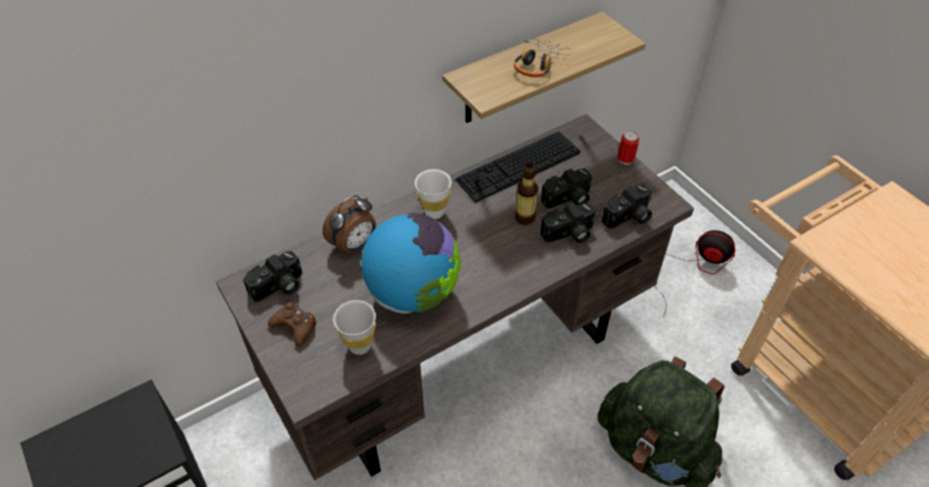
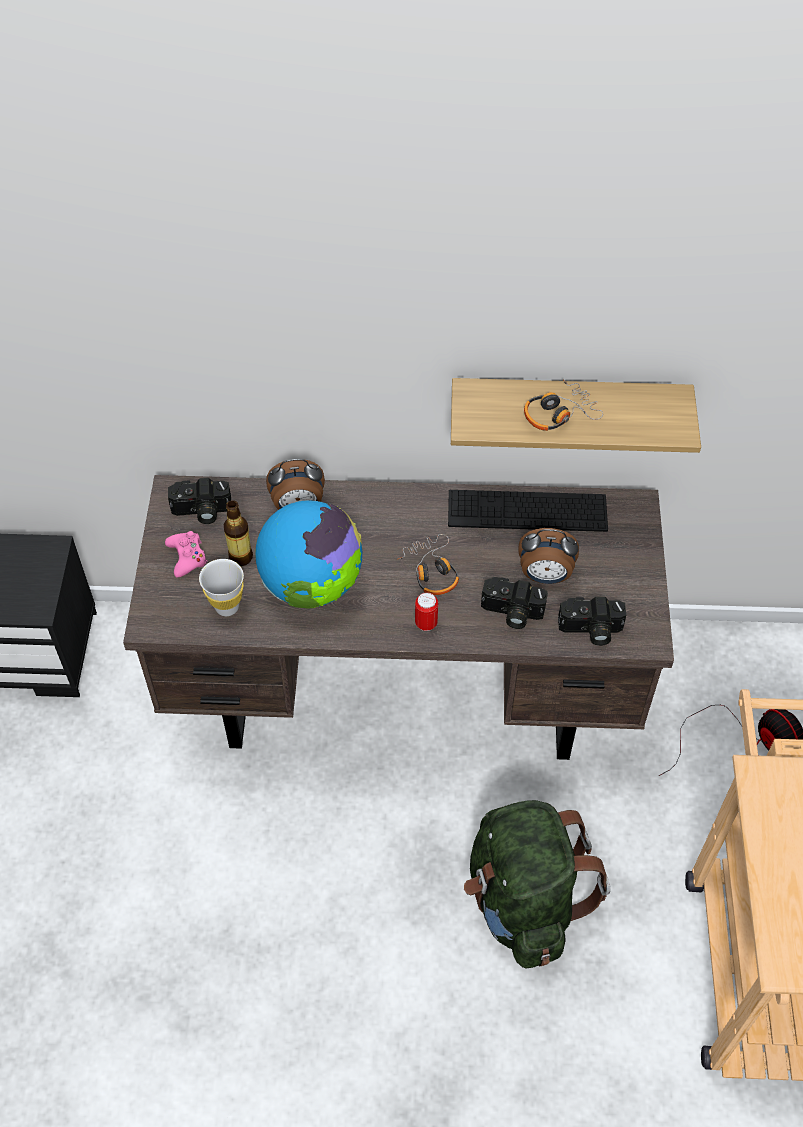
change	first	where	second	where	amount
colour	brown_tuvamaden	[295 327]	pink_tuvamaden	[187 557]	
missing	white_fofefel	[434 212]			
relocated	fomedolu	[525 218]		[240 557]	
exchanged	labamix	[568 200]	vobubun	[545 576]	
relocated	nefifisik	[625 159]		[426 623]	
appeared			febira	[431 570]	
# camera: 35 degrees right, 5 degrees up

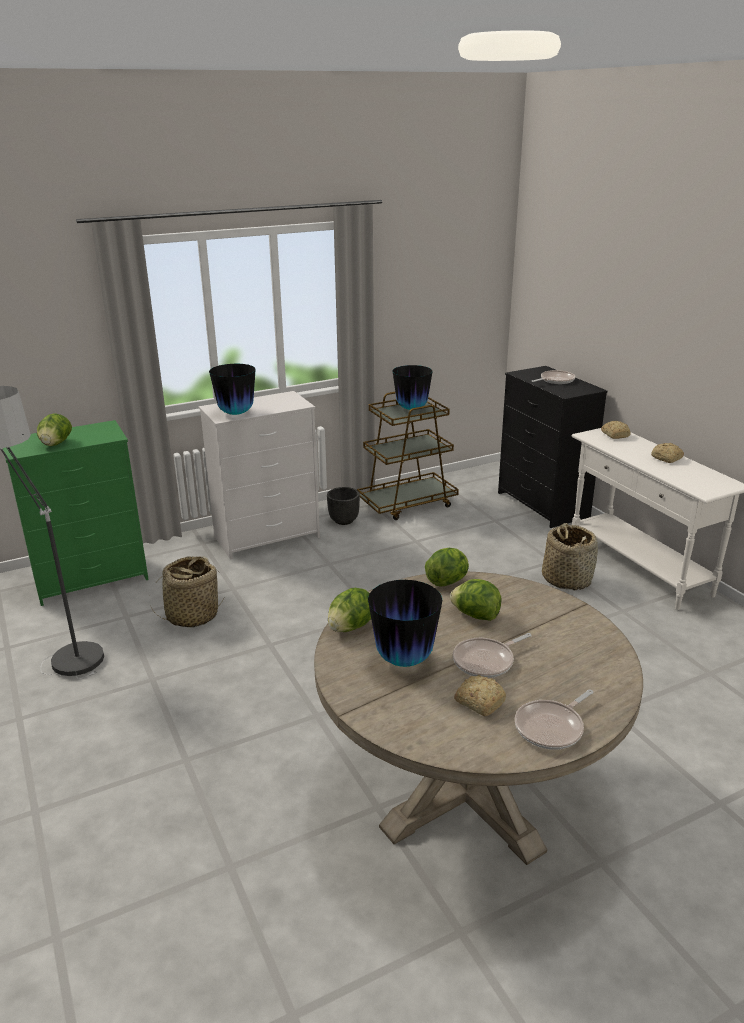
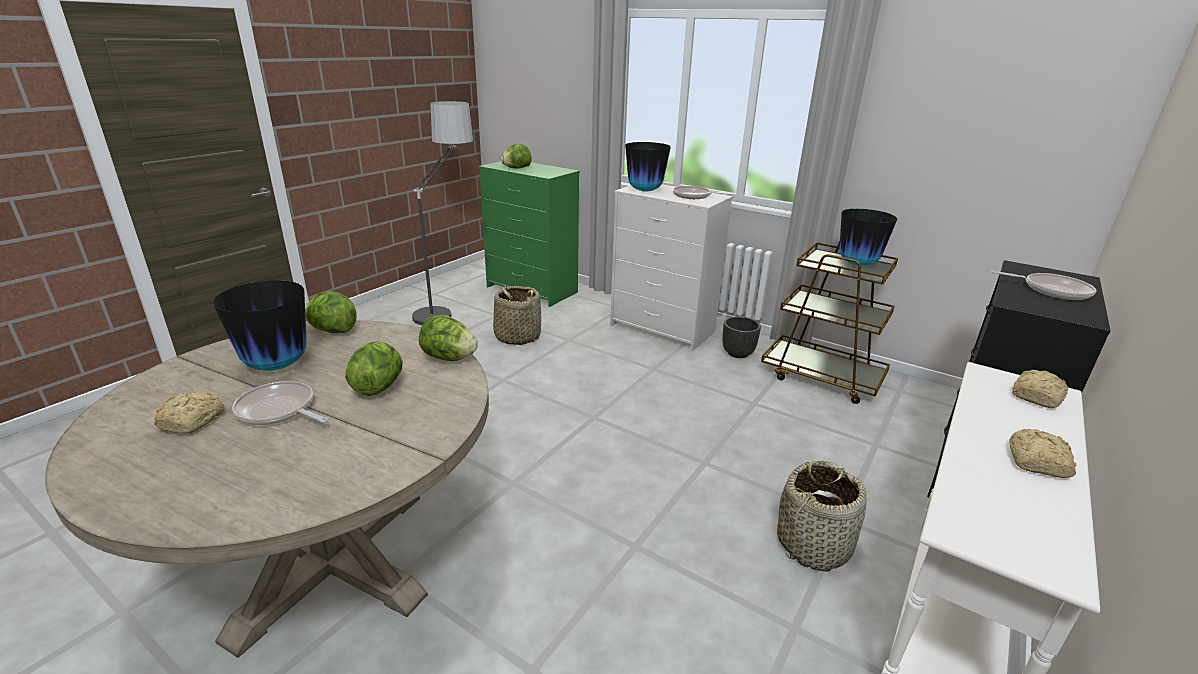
change	first	where	second	where	amount
relocated	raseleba	[551 727]		[694 196]	
# camera: 60 degrees right, 0 degrees up

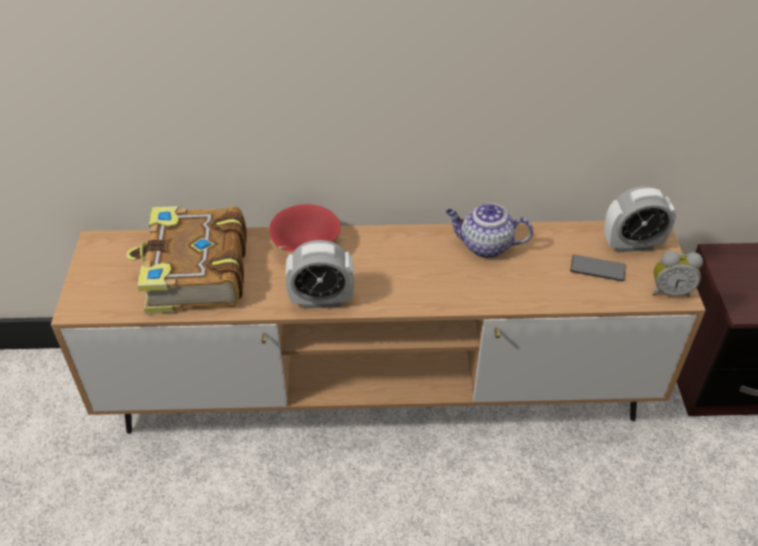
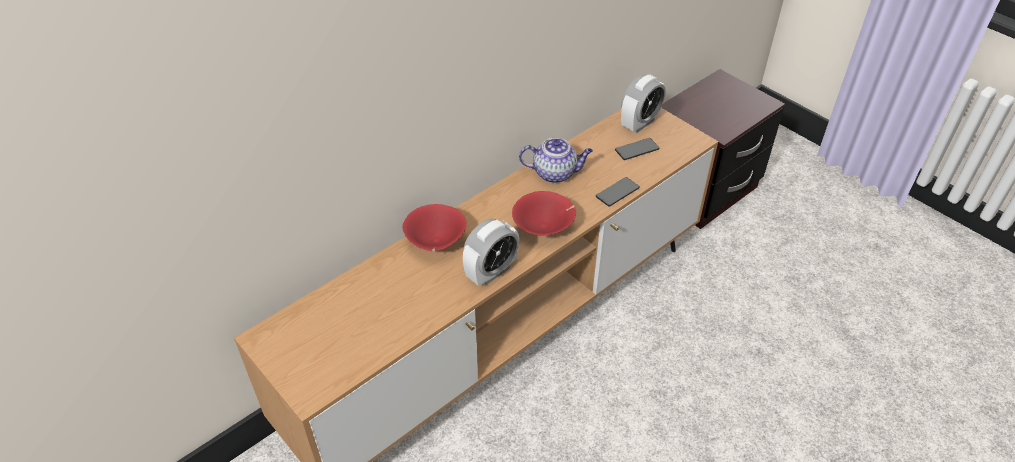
change	first	where	second	where	amount
missing	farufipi	[195 273]			
spun	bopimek	[485 246]		[555 173]	150 degrees counterclockwise
missing	vobubun	[669 291]			
appeared			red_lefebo	[544 229]	
appeared			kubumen	[617 192]	
# camera: 40 degrees left, 0 degrees up

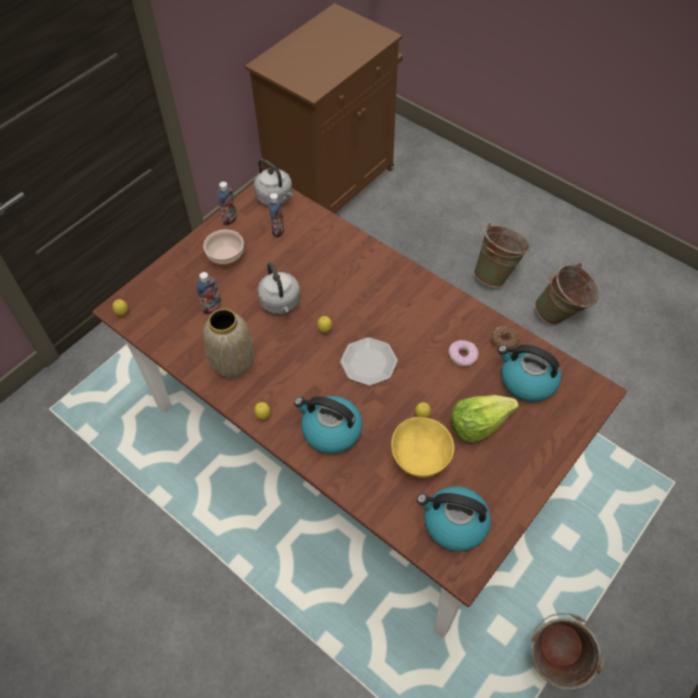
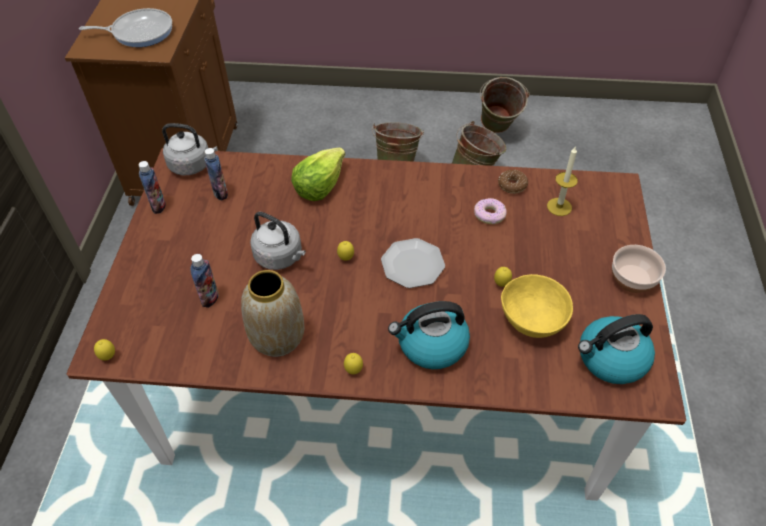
change	first	where	second	where	amount
relocated	lefebo	[225 257]		[632 279]	
relocated	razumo	[478 423]		[319 185]	
exchanged	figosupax	[527 381]	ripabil	[559 207]	
relocated	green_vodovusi	[553 662]		[497 131]	
appeared			raseleba	[139 32]	
# camera: 35 degrees left, 5 degrees down

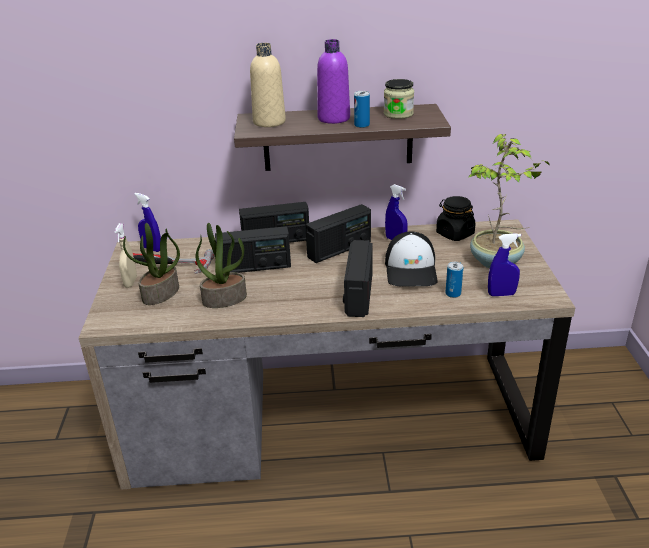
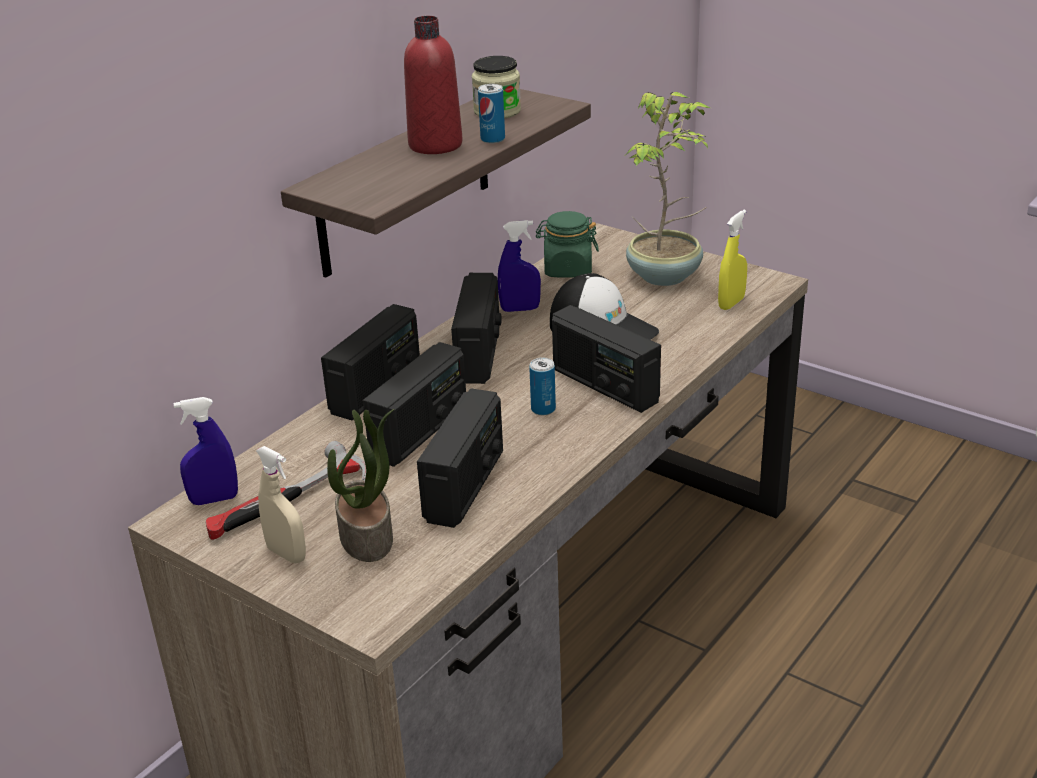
change	first	where	second	where	amount
exchanged	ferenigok	[225 298]	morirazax	[465 486]	
missing	beige_fomedolu	[269 122]			
colour	purple_fomedolu	[333 118]	red_fomedolu	[435 145]	
colour	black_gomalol	[454 234]	green_gomalol	[567 269]	
relocated	nefifisik	[453 293]		[543 409]	
colour	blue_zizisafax	[501 294]	yellow_zizisafax	[731 303]	
# camera: 50 degrees left, 0 degrees up

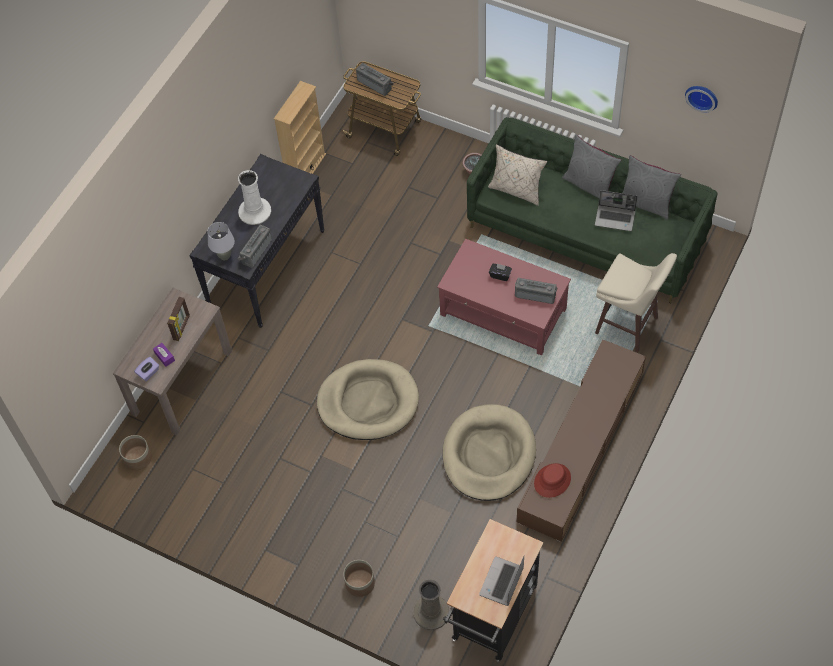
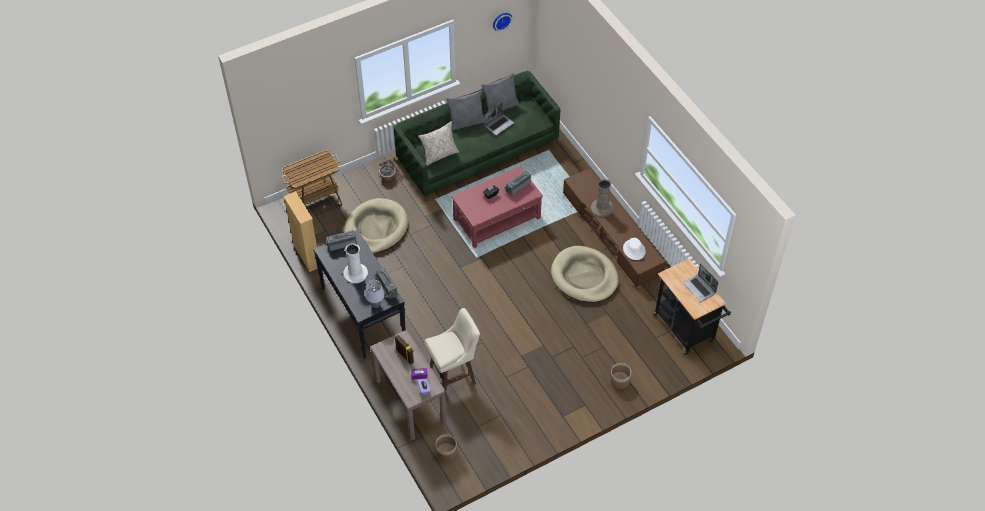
change	first	where	second	where	amount
relocated	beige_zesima	[368 402]		[376 228]	
relocated	morirazax	[375 84]		[341 243]	
relocated	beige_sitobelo	[431 613]		[602 208]	
colour	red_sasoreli	[552 480]	white_sasoreli	[634 250]	
relocated	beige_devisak	[628 326]		[454 377]	
# camera: 60 degrees left, 5 degrees down

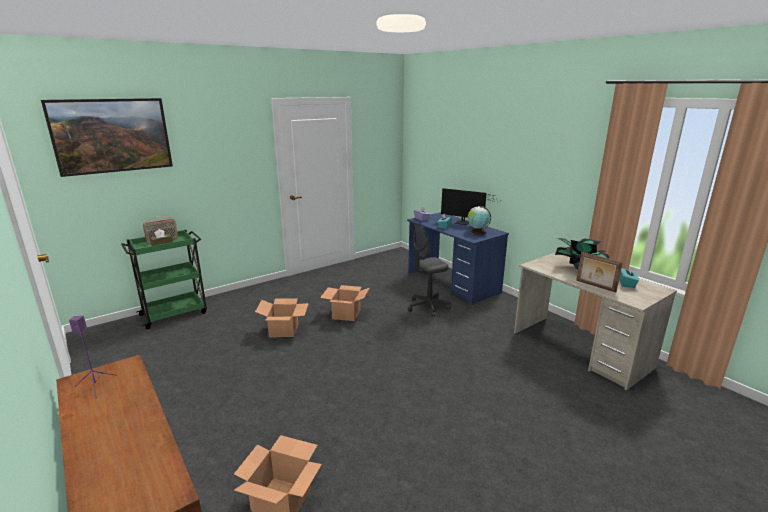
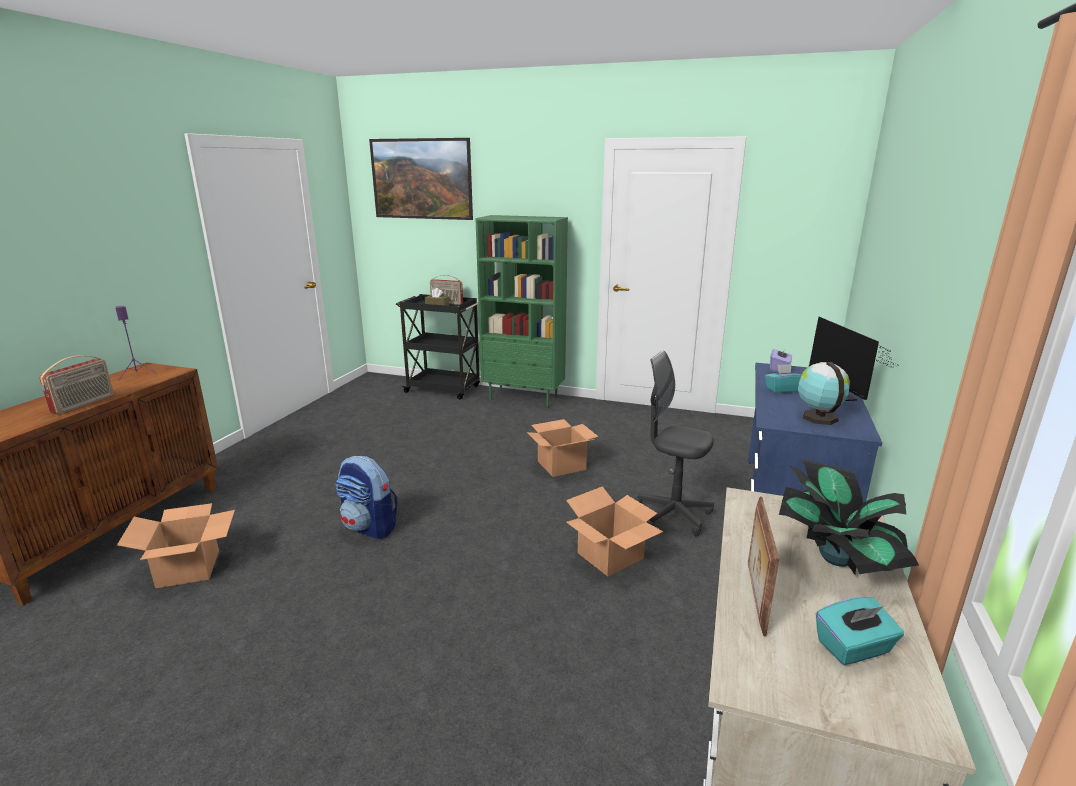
change	first	where	second	where	amount
colour	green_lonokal	[175 313]	black_lonokal	[444 389]	
relocated	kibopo	[283 330]		[610 555]	
appeared			morirazax	[84 404]	
appeared			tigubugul	[370 527]	
appeared			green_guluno	[524 398]	
# camera: 55 degrees right, 0 degrees up

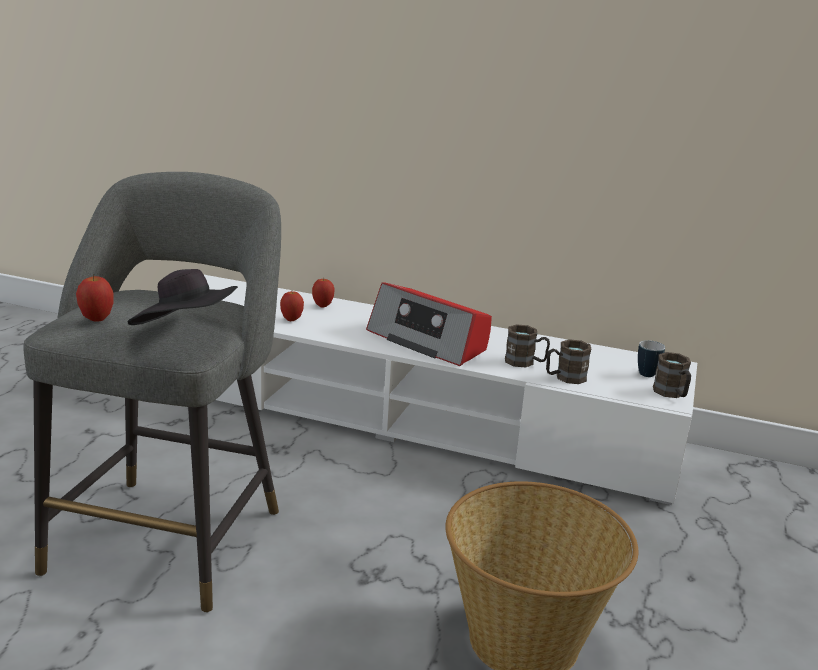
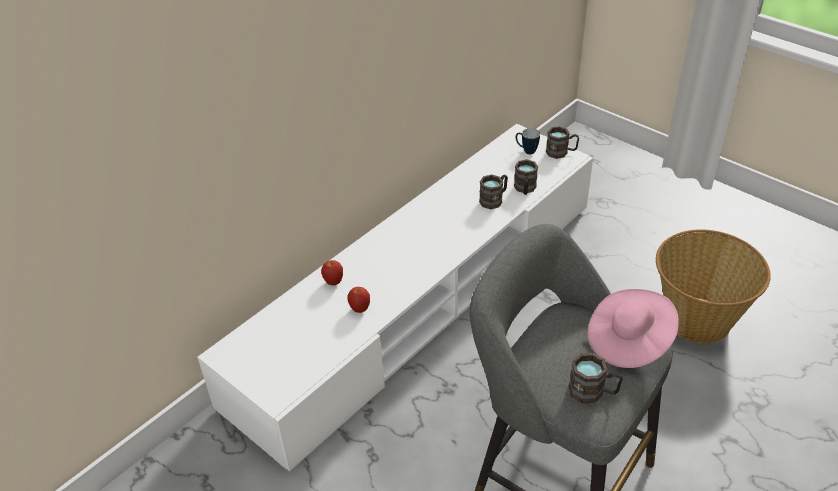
change	first	where	second	where	amount
exchanged	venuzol	[96 319]	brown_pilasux	[593 392]	
colour	black_sasoreli	[186 332]	pink_sasoreli	[629 341]	
missing	morirazax	[428 341]			
# camera: 65 degrees left, 20 degrees up

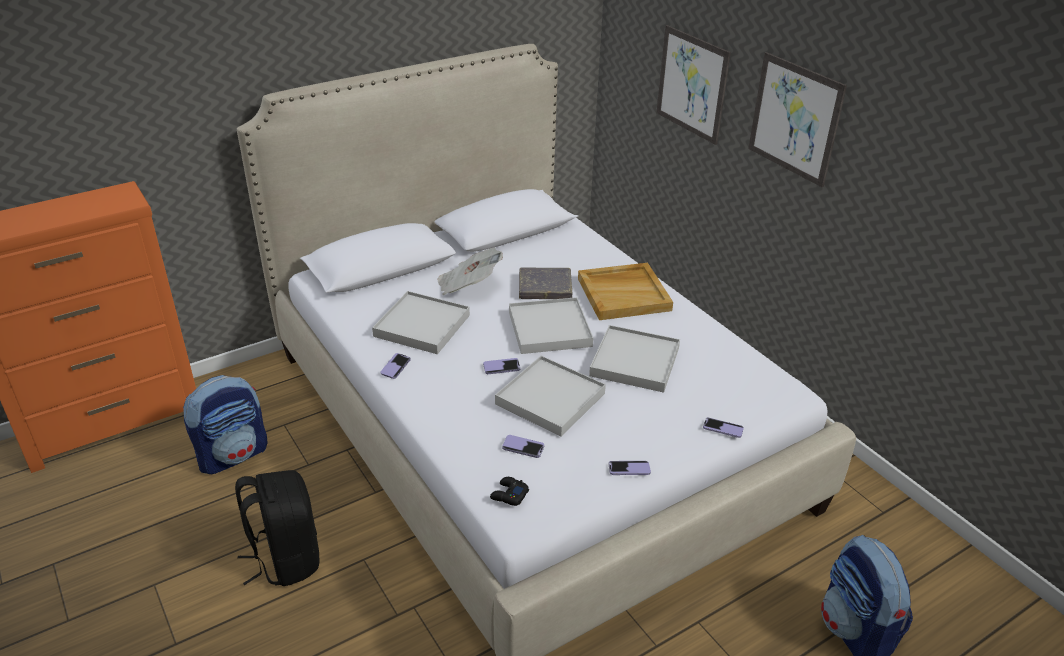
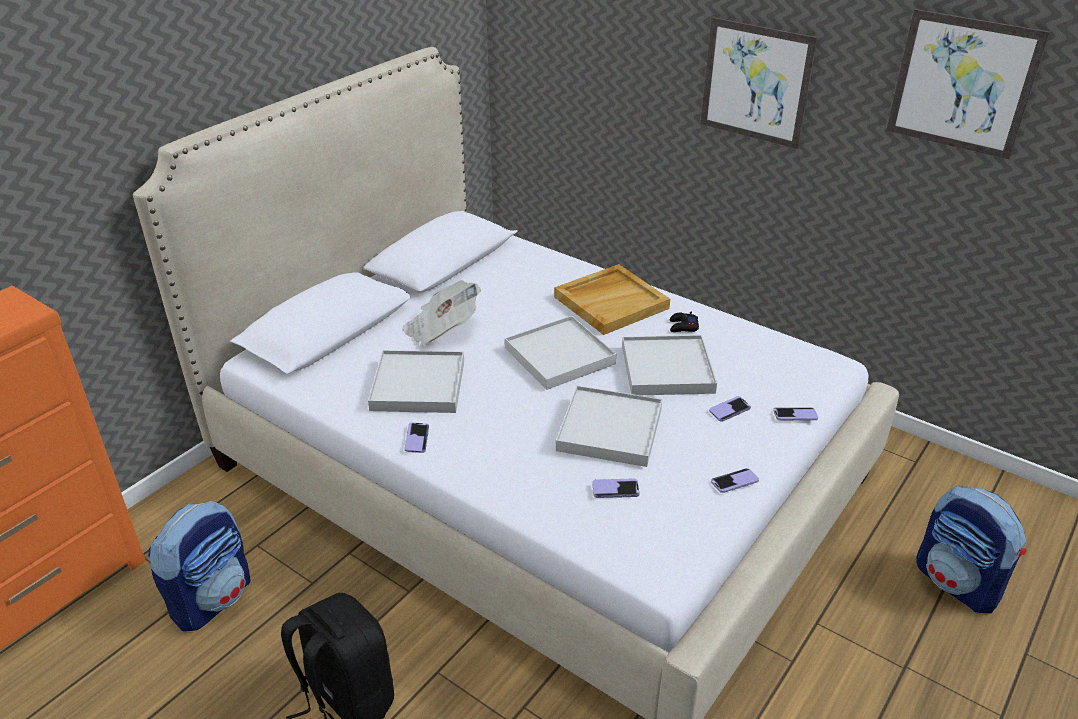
change	first	where	second	where	amount
relocated	kubumen	[501 367]		[729 410]	
relocated	black_tuvamaden	[509 495]		[683 327]	
missing	grey_farufipi	[545 287]			
relocated	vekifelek	[692 84]		[962 84]	
# camera: 20 degrees left, 0 degrees up

